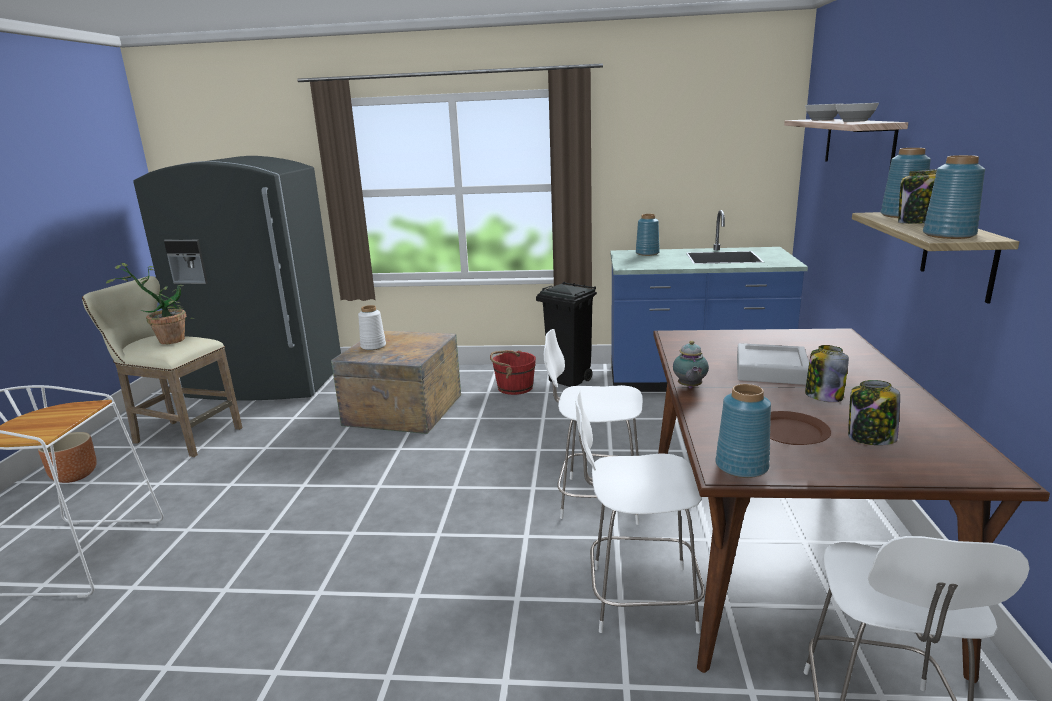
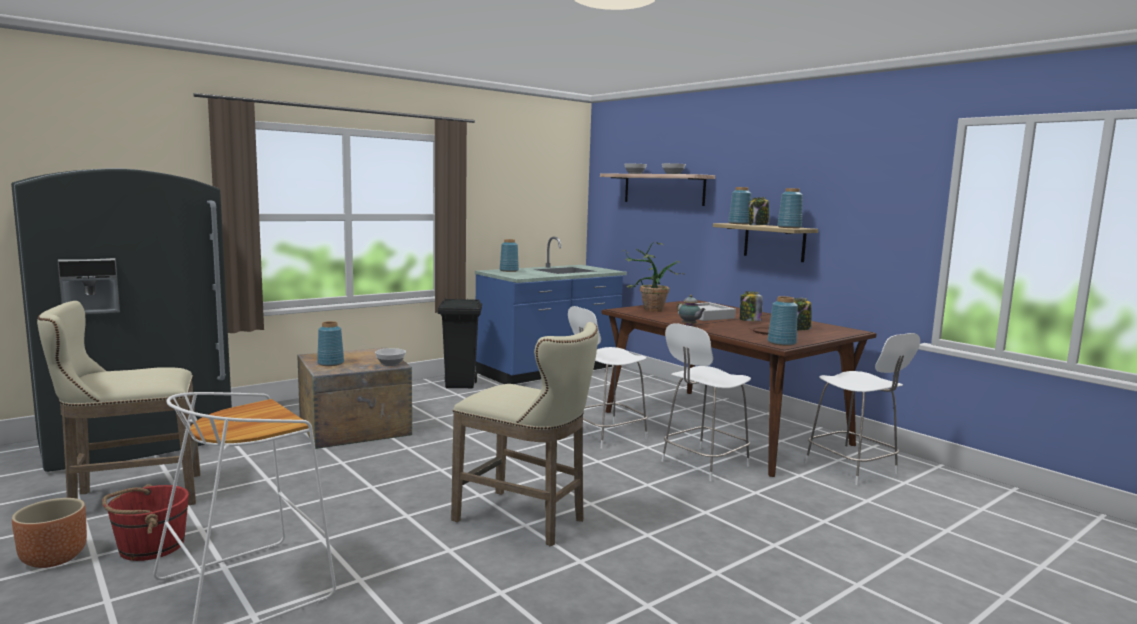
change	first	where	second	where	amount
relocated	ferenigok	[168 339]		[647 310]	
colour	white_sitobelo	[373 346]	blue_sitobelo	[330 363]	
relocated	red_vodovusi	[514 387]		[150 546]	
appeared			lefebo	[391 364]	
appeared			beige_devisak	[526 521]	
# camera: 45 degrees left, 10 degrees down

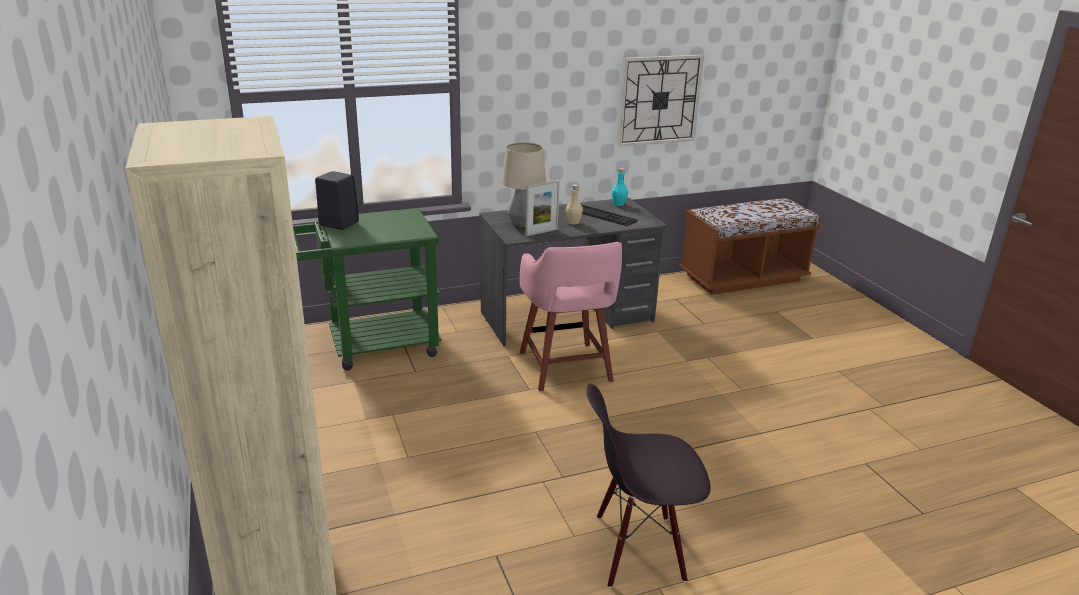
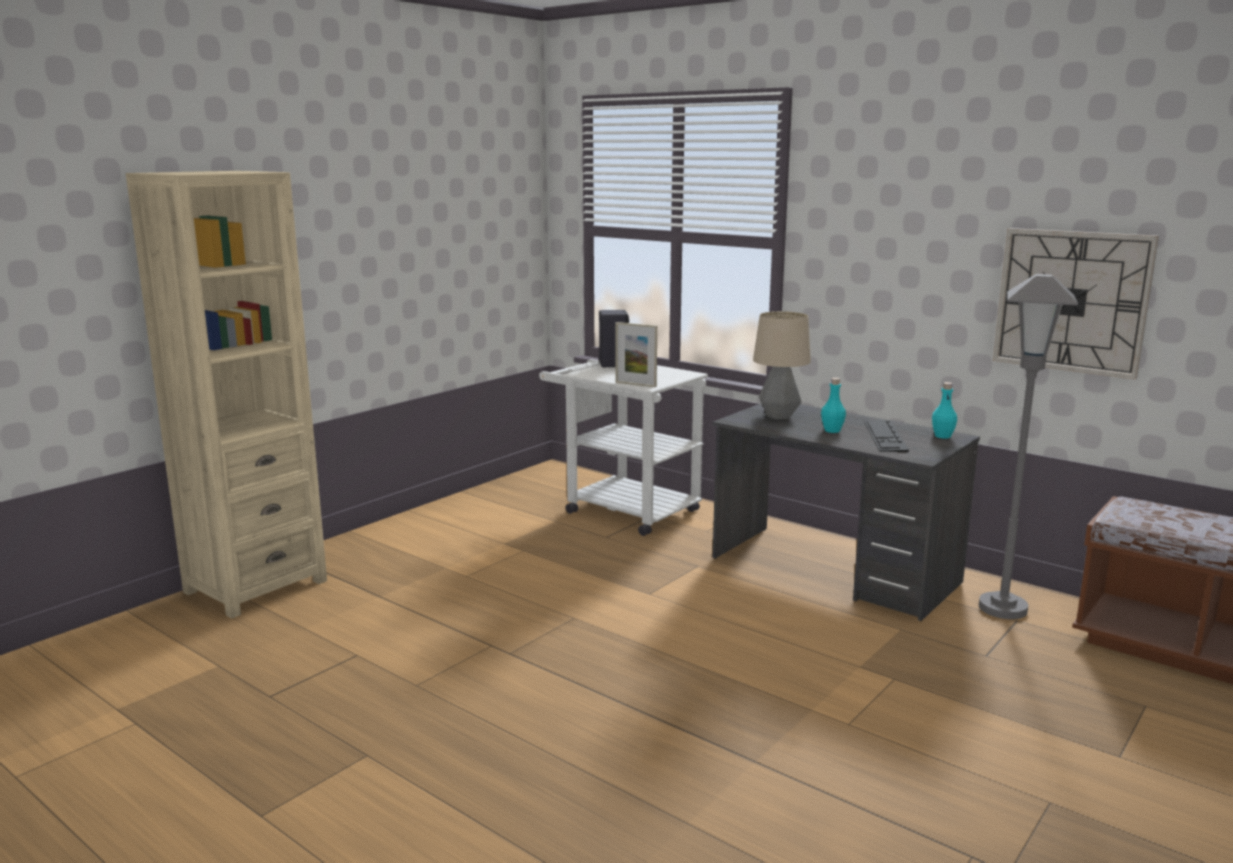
change	first	where	second	where	amount
colour	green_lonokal	[373 346]	white_lonokal	[623 509]	
missing	pink_devisak	[565 368]			
relocated	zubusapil	[541 232]		[635 384]	
colour	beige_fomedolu	[573 222]	turquoise_fomedolu	[832 430]	
missing	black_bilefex	[638 549]			
appeared			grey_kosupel	[1002 608]	
# camera: 60 degrees right, 10 degrees down

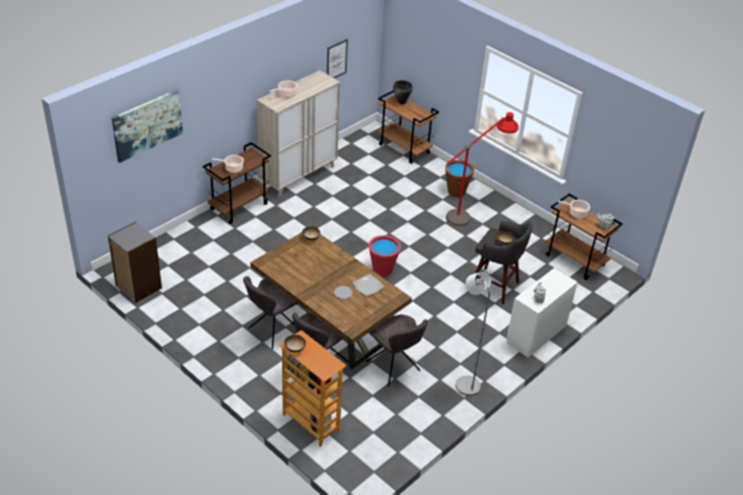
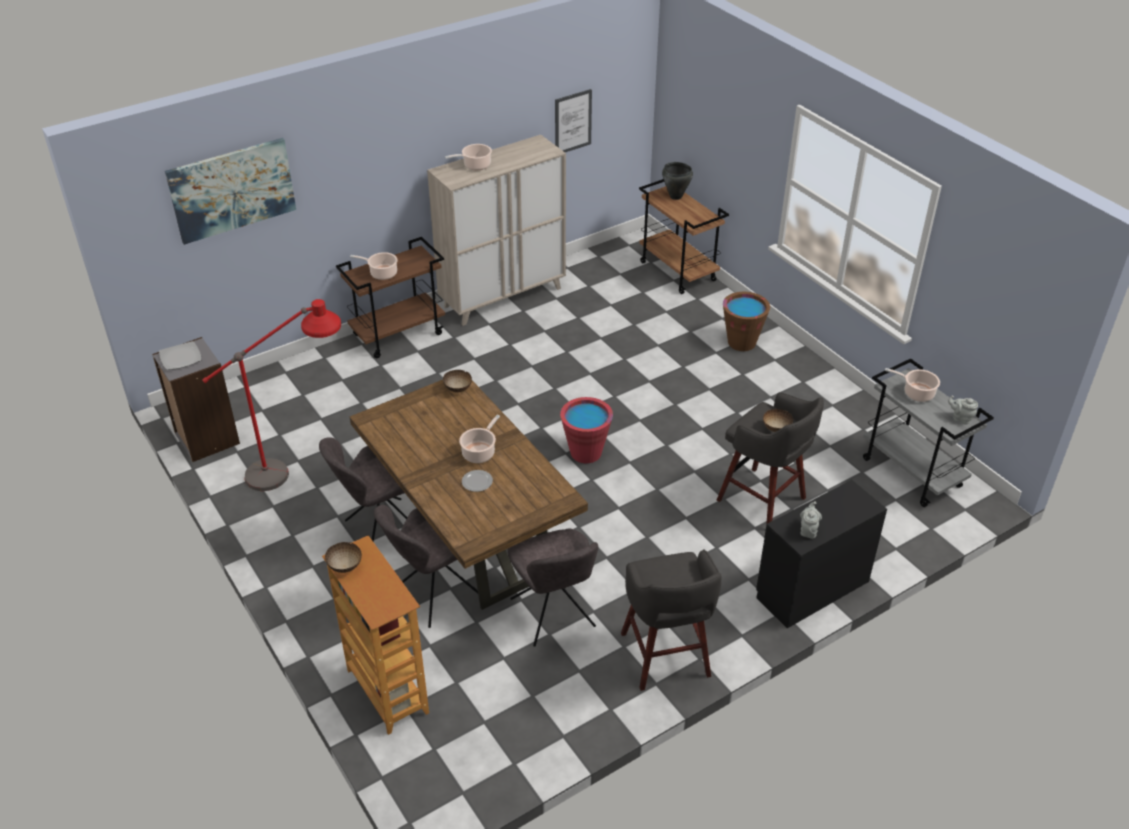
change	first	where	second	where	amount
relocated	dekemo	[367 286]		[180 357]	
relocated	red_kosupel	[472 213]		[298 469]	
exchanged	grey_kosupel	[465 382]	grey_devisak	[666 657]	
colour	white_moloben	[535 334]	black_moloben	[811 588]	
colour	brown_lonokal	[575 261]	grey_lonokal	[912 473]	
appeared			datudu	[479 452]	
# camera: 15 degrees right, 0 degrees up

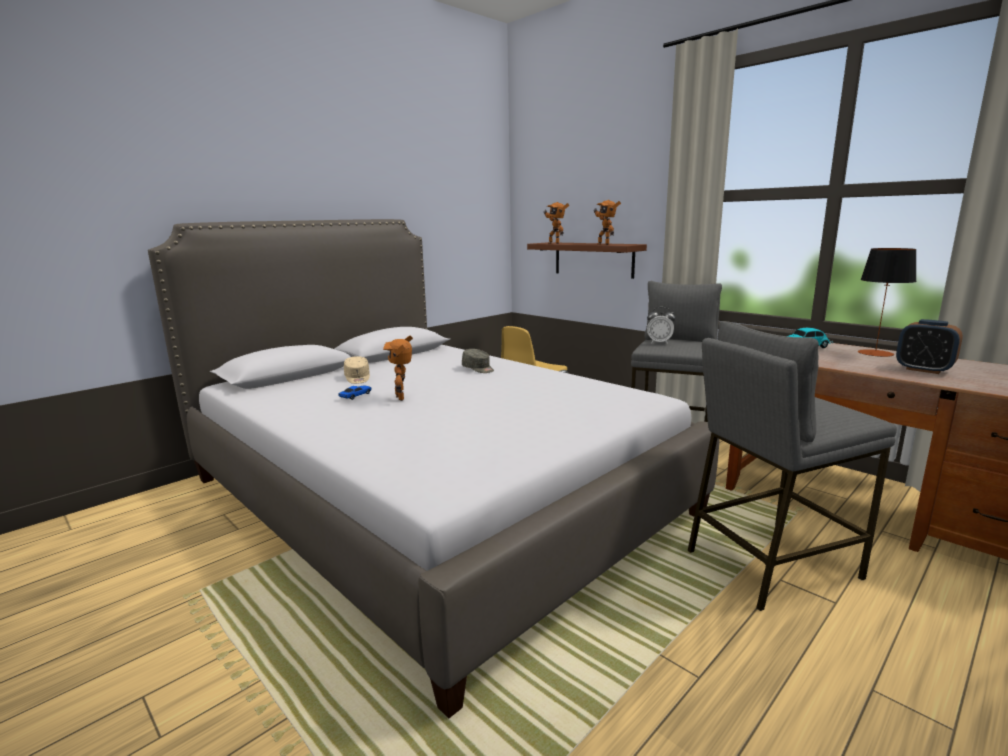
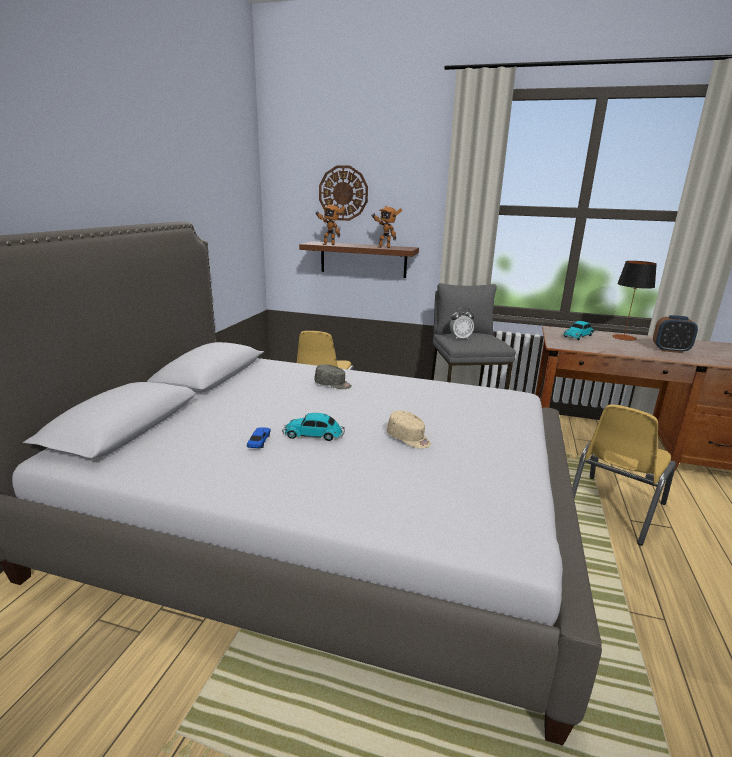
change	first	where	second	where	amount
relocated	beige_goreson	[357 378]		[409 438]	
exchanged	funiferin	[402 397]	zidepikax	[314 435]	
exchanged	grey_devisak	[770 563]	yellow_bilefex	[613 508]	
appeared			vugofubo	[343 193]	
# camera: 30 degrees left, 5 degrees up

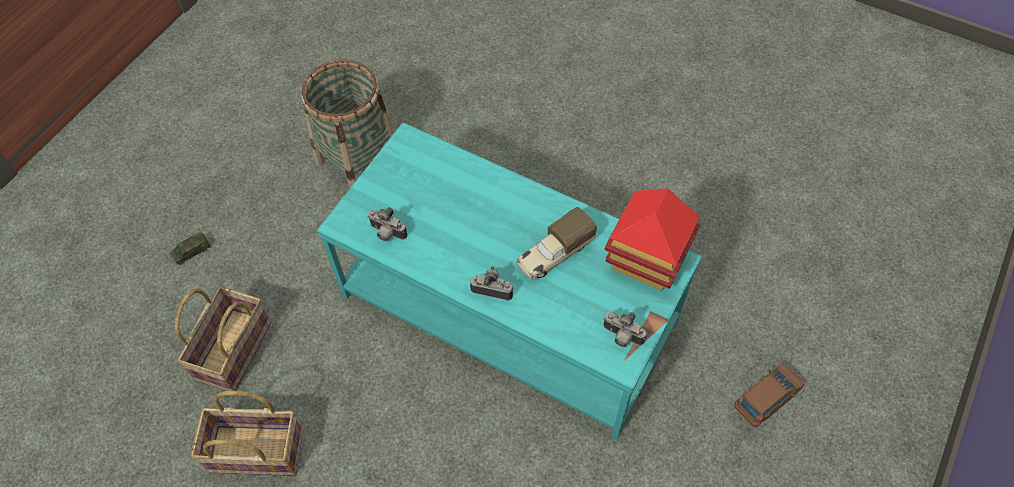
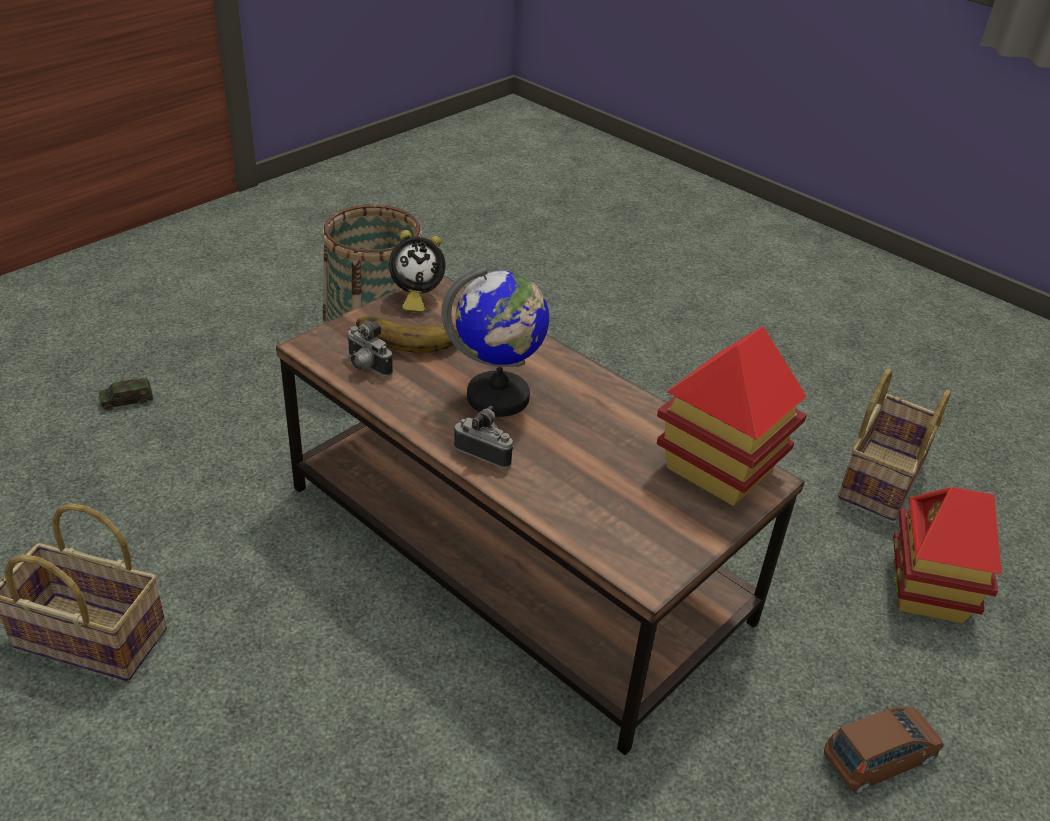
change	first	where	second	where	amount
relocated	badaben	[233 348]		[879 478]	
colour	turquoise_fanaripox	[510 307]	brown_fanaripox	[517 552]	
missing	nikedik	[554 254]			
missing	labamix	[621 337]			
appeared			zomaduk	[414 332]	
appeared			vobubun	[415 297]	
appeared			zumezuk	[498 397]	
appeared			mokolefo	[928 592]	
# camera: 10 degrees right, 20 degrees down

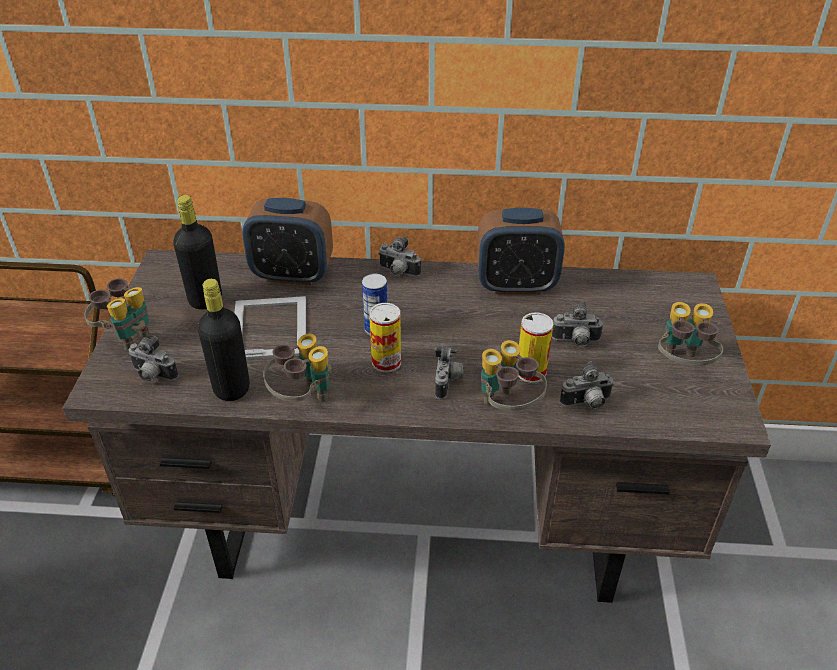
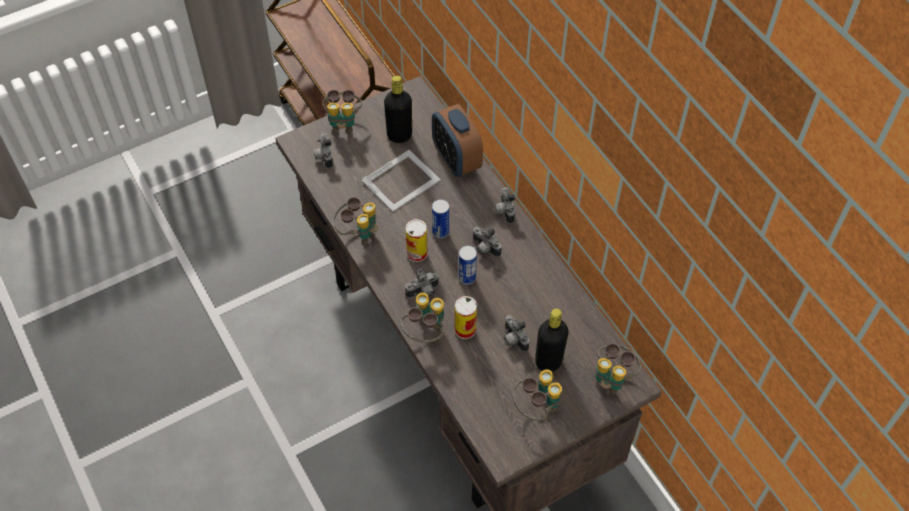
change	first	where	second	where	amount
relocated	black_fomedolu	[231 388]		[548 361]	
missing	vobubun	[516 285]			
relocated	labamix	[586 403]		[484 249]	
appeared			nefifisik	[467 278]	
appeared			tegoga	[612 378]	
# camera: 55 degrees right, 15 degrees up

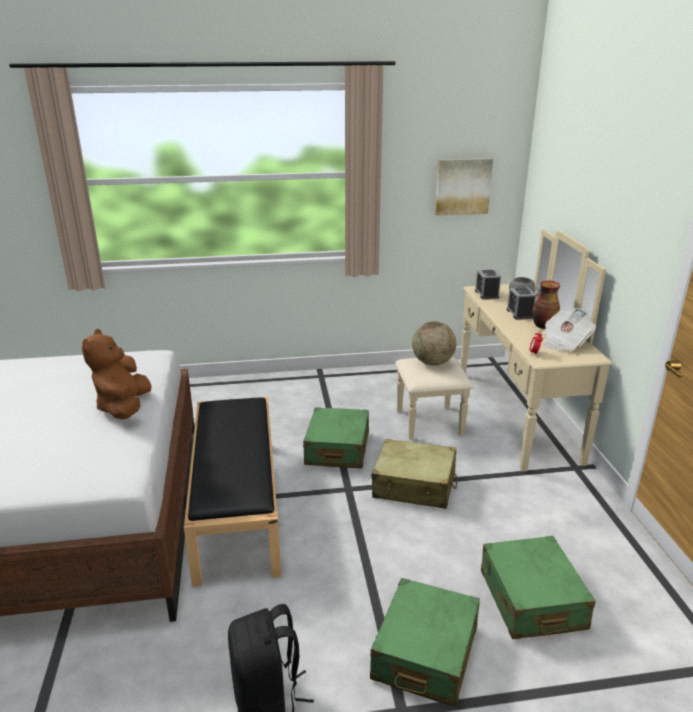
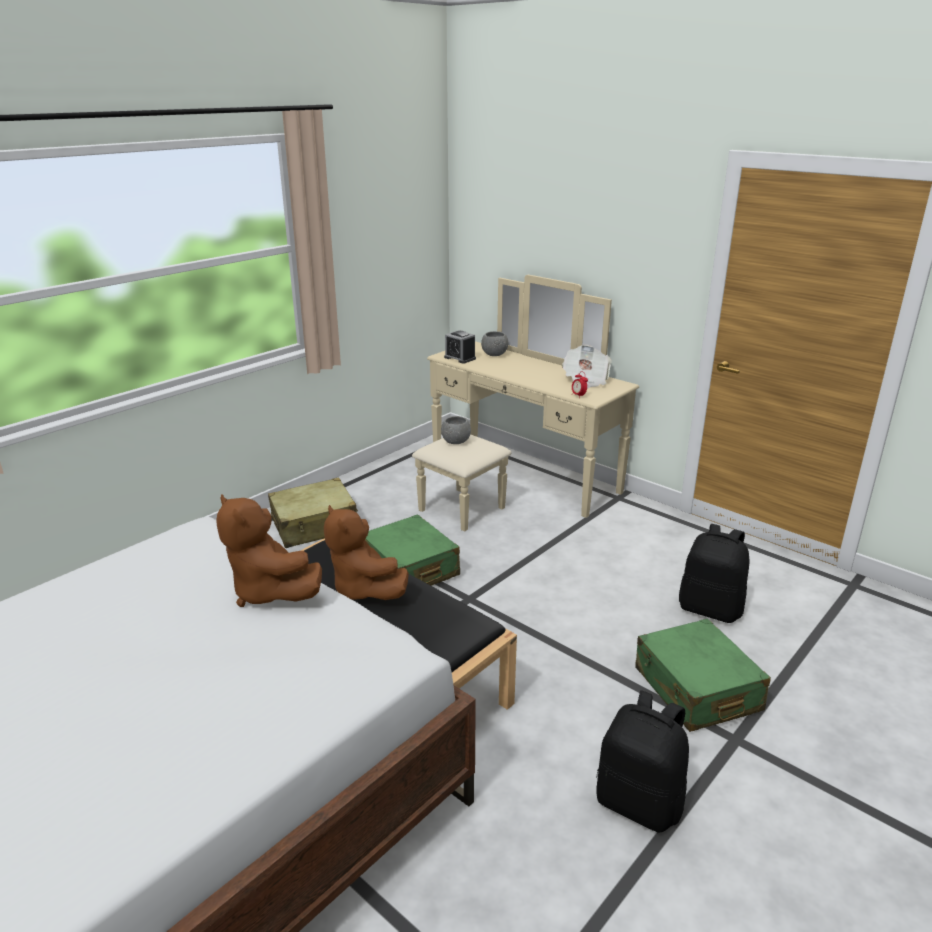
change	first	where	second	where	amount
relocated	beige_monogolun	[414 485]		[315 525]	
exchanged	zumezuk	[432 363]	grey_lefebo	[456 442]	
missing	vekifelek	[462 186]			
exchanged	green_monogolun	[531 600]	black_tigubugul	[710 609]	
missing	vobubun	[519 314]			
missing	sitobelo	[543 326]			
appeared			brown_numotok	[363 589]	
# camera: 40 degrees left, 0 degrees up

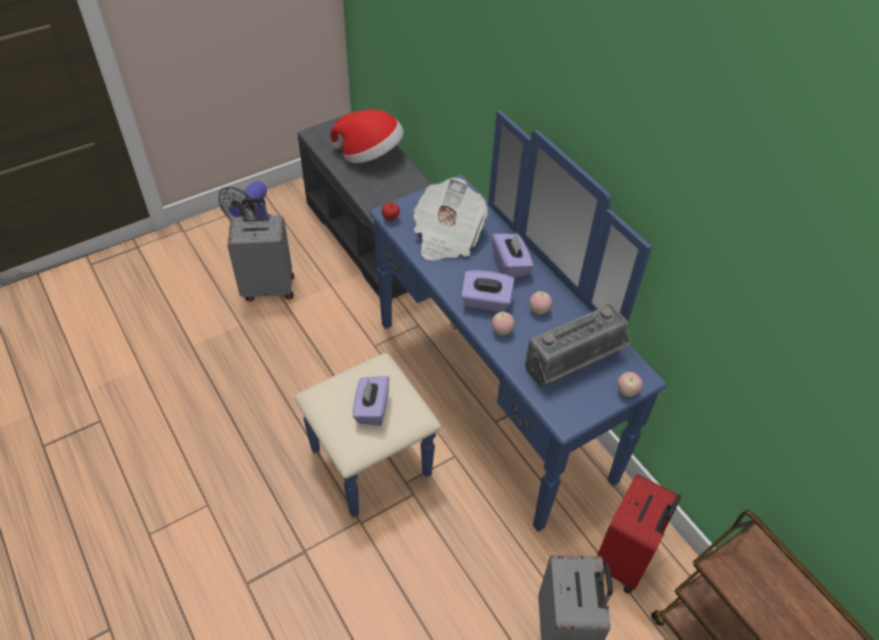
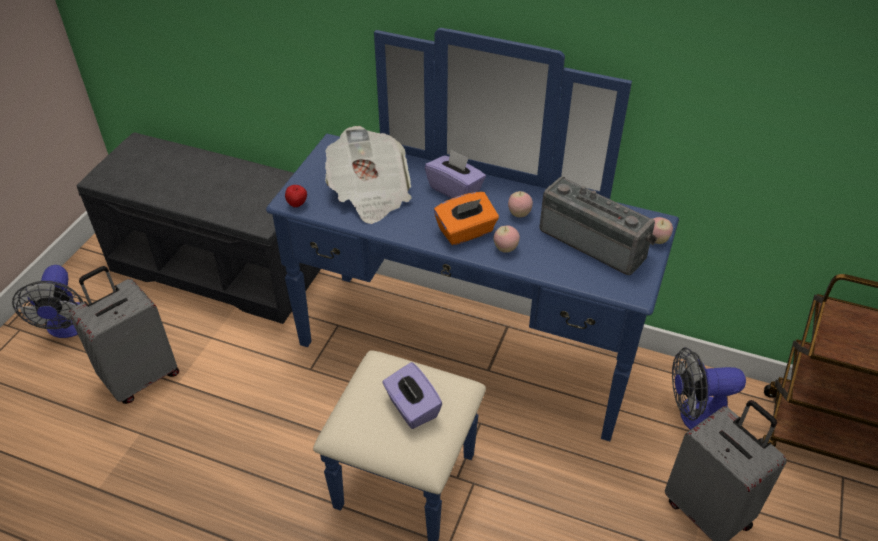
change	first	where	second	where	amount
missing	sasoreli	[370 155]			
colour	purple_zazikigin	[486 302]	orange_zazikigin	[466 232]	
spun	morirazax	[575 364]		[595 242]	75 degrees counterclockwise
exchanged	red_monogolun	[625 560]	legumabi	[696 417]	
# camera: 35 degrees left, 5 degrees down

